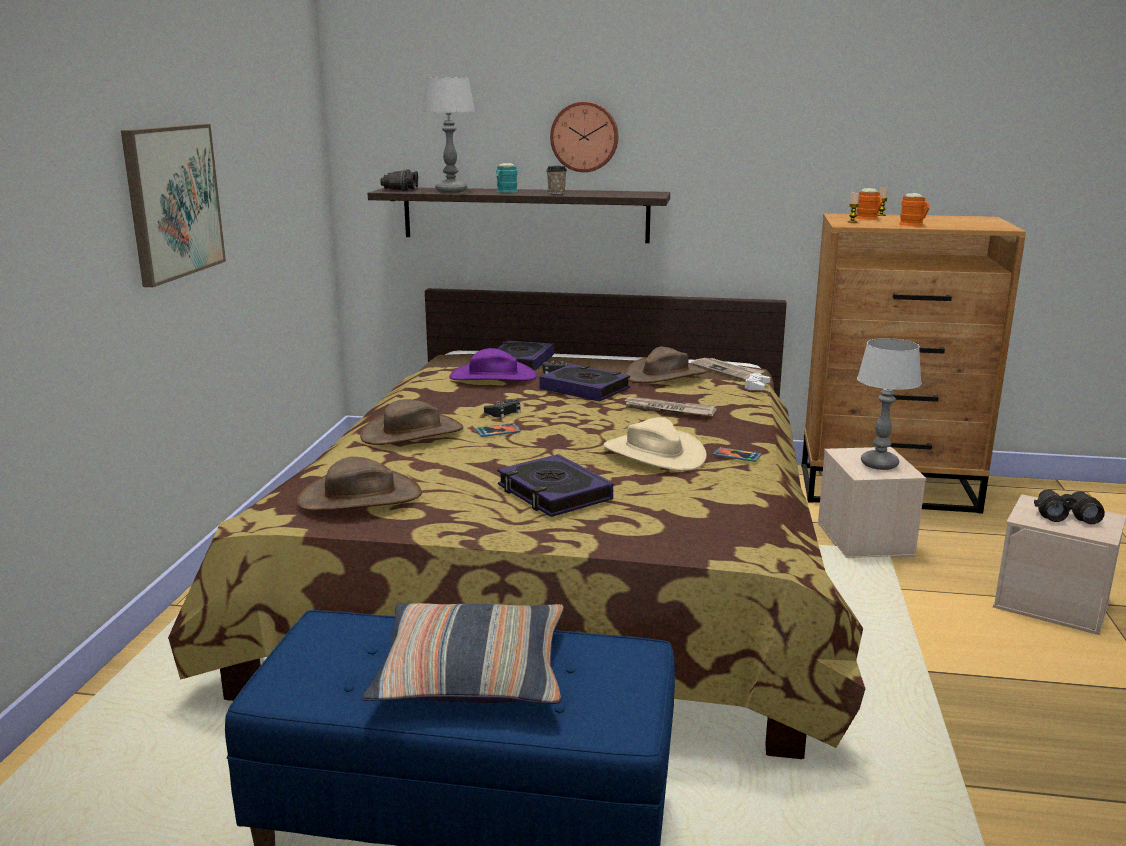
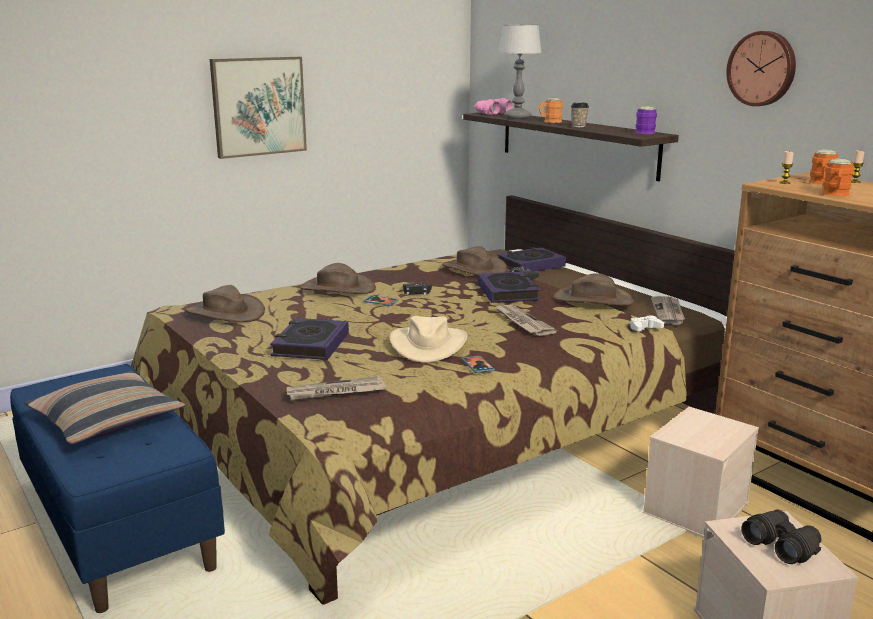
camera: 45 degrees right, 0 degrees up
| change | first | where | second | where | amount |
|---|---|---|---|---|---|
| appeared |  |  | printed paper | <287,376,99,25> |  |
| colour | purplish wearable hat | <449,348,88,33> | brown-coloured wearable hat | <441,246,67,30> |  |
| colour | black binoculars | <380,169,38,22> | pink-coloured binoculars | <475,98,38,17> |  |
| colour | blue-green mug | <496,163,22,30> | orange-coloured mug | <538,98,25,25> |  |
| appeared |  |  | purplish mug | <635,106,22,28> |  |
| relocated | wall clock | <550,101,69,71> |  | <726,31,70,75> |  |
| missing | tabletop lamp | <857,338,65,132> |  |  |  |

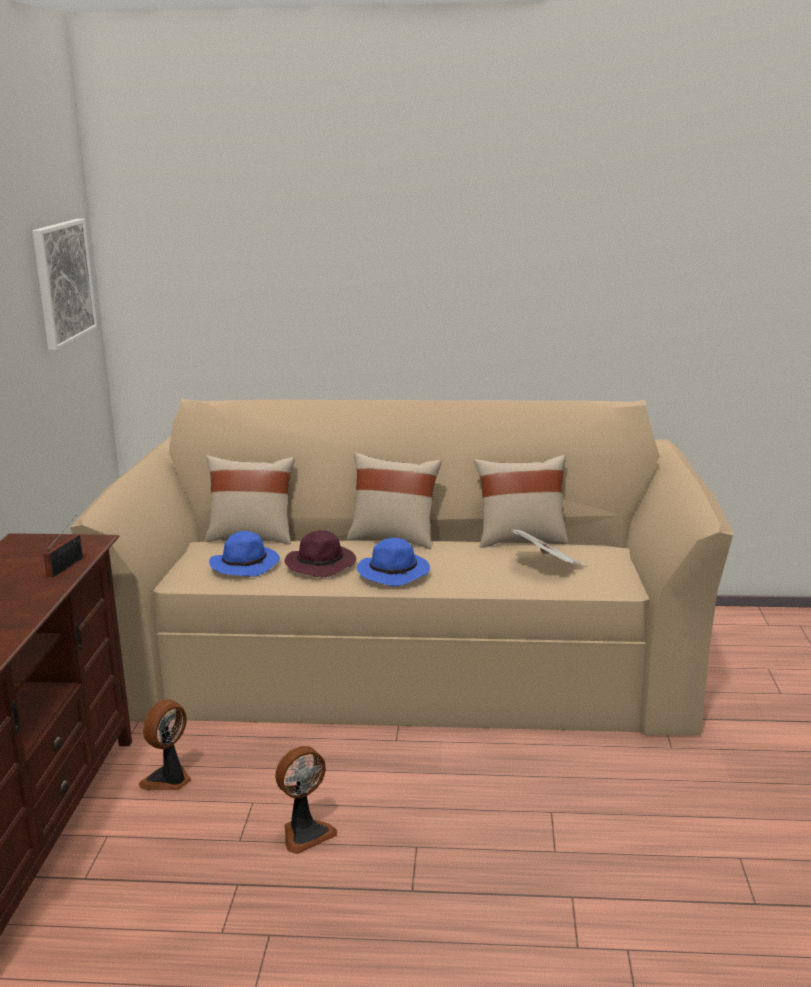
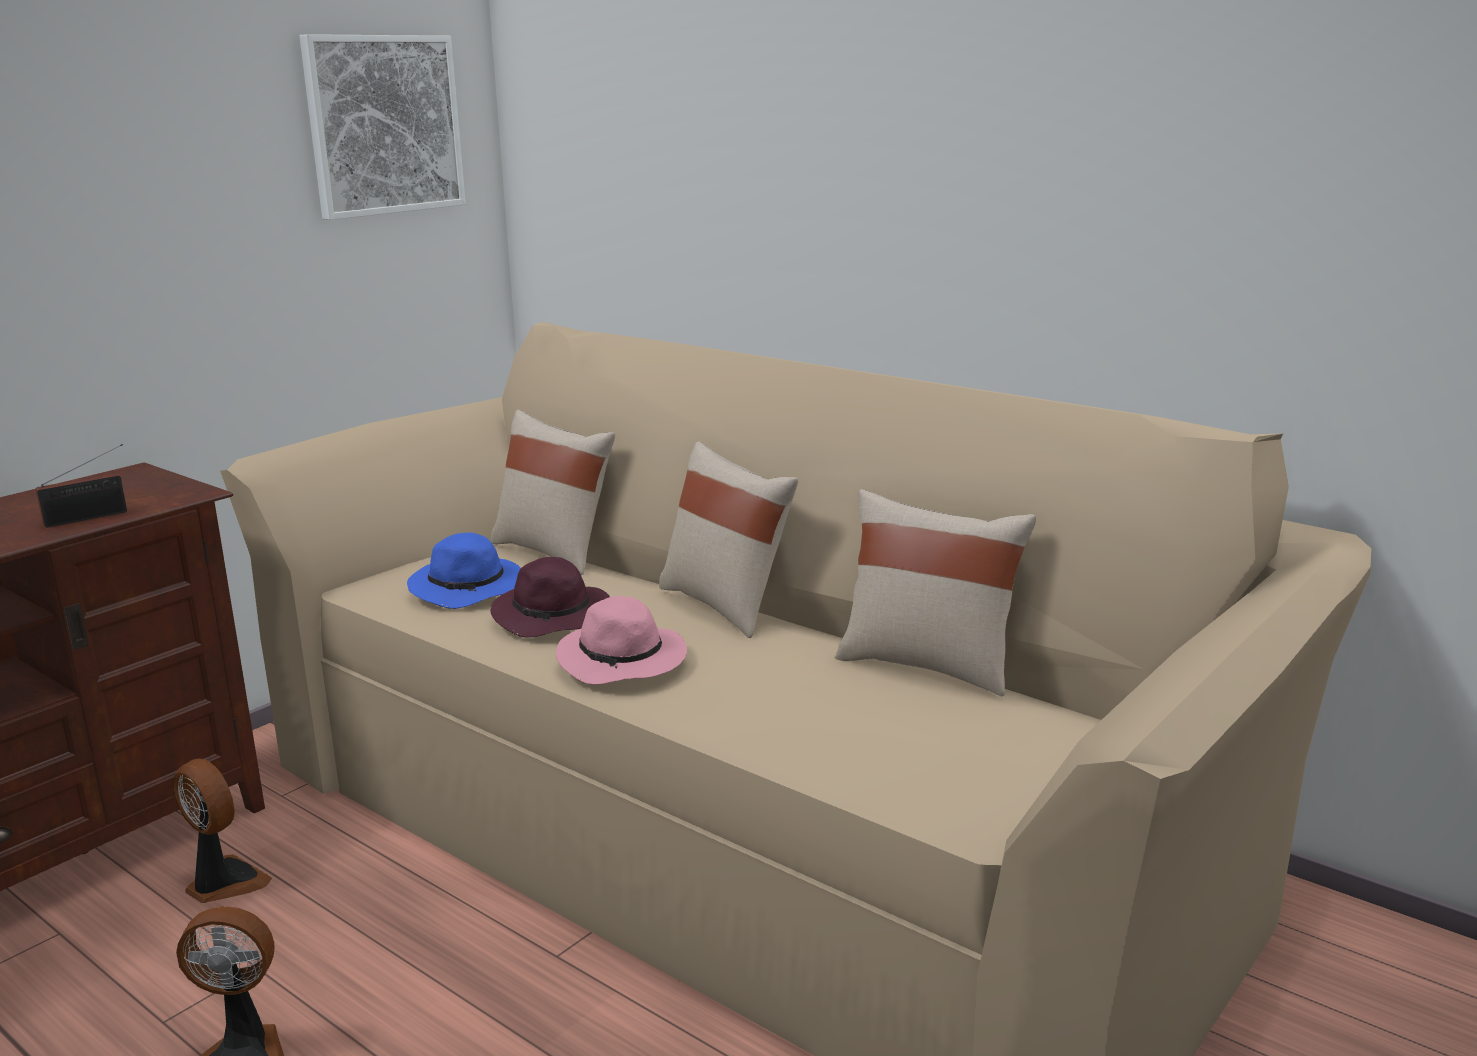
camera: 35 degrees right, 0 degrees up
| change | first | where | second | where | amount |
|---|---|---|---|---|---|
| spun | electric fan | <139,699,52,91> |  | <173,759,99,144> | 60 degrees clockwise |
| colour | bluish wearable hat | <357,538,73,48> | pink-coloured wearable hat | <555,596,132,89> |  |
| missing | printed paper | <511,529,76,36> |  |  |  |

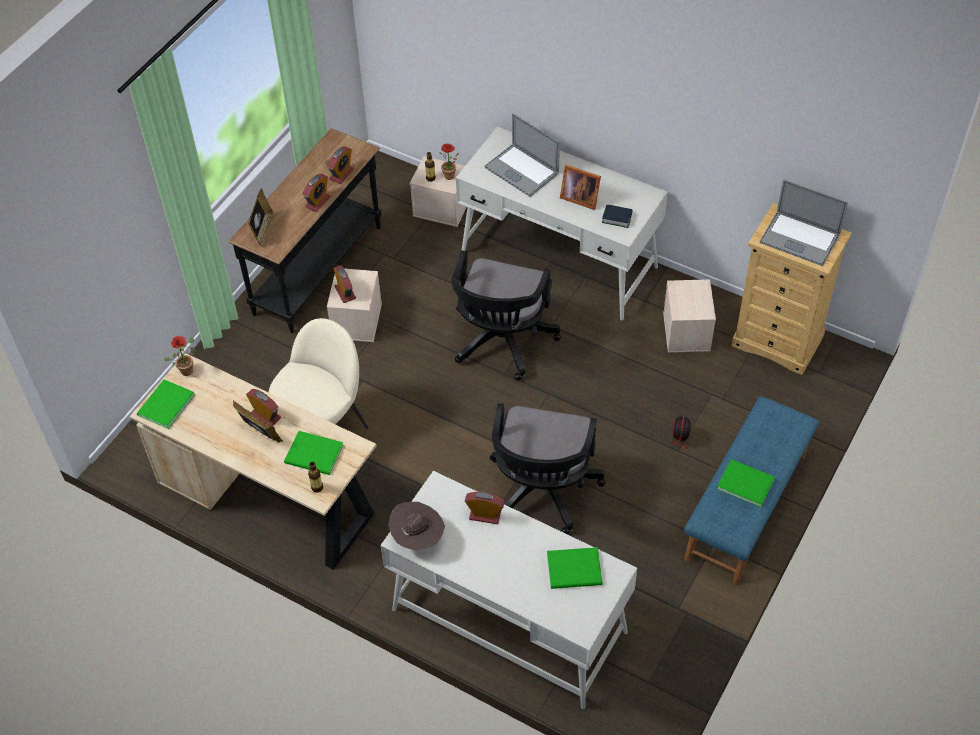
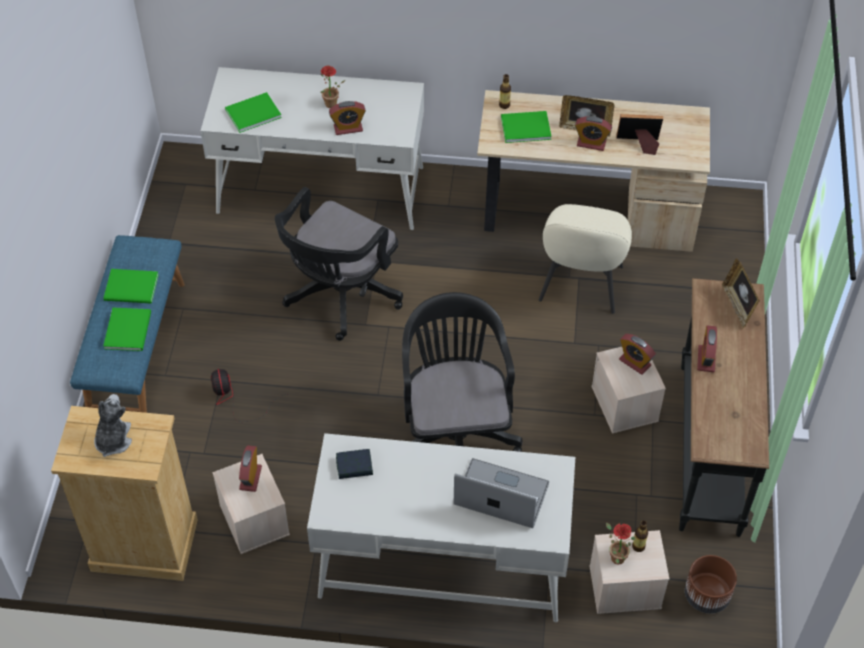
camera: 155 degrees right, 0 degrees up
| change | first | where | second | where | amount |
|---|---|---|---|---|---|
| exchanged | laptop | <760,180,88,86> | plush toy | <94,394,38,63> |  |
| relocated | green bound book | <137,379,58,50> |  | <103,307,48,44> |  |
| relocated | bedside clock | <327,147,27,37> |  | <239,445,23,47> |  |
| spun | black desk chair | <490,403,115,132> |  | <275,187,128,154> | 135 degrees counterclockwise |
| relocated | potted plant | <164,336,31,40> |  | <320,65,25,43> |  |
| relocated | standing frame | <560,165,41,45> |  | <616,114,47,41> |  |
| appeared |  |  | brown-coloured flower pot | <685,555,52,58> |  |
| missing | brown-coloured wearable hat | <389,502,56,48> |  |  |  |

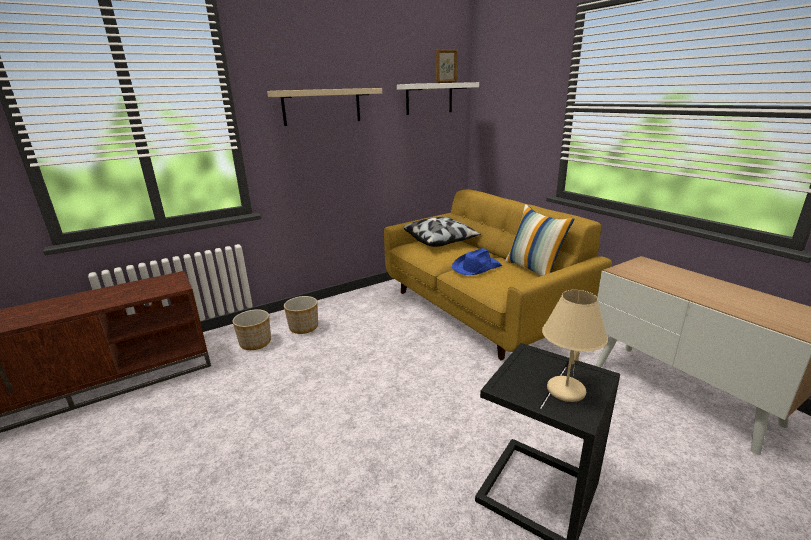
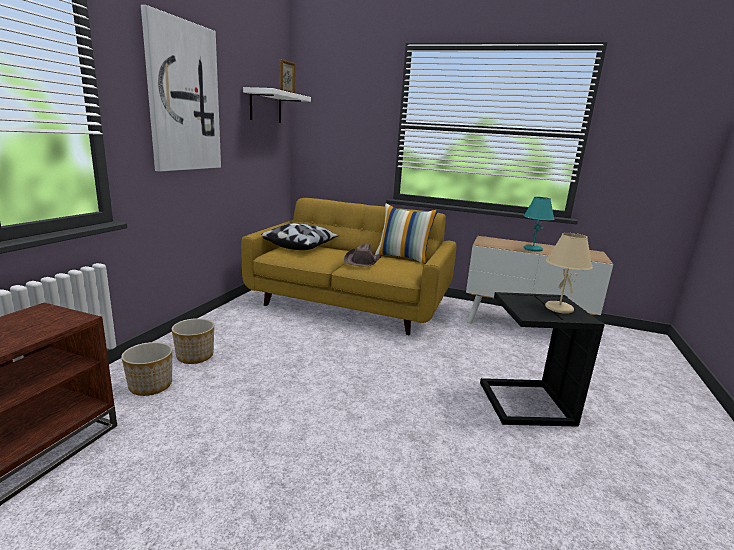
camera: 40 degrees left, 5 degrees down
| change | first | where | second | where | amount |
|---|---|---|---|---|---|
| exchanged | sand-coloured bracket shelf | <267,88,115,38> | wall picture | <141,5,80,167> |  |
| colour | bluish wearable hat | <452,248,50,27> | brown-coloured wearable hat | <344,243,37,24> |  |
| appeared |  |  | blue-green tabletop lamp | <524,197,30,55> |  |

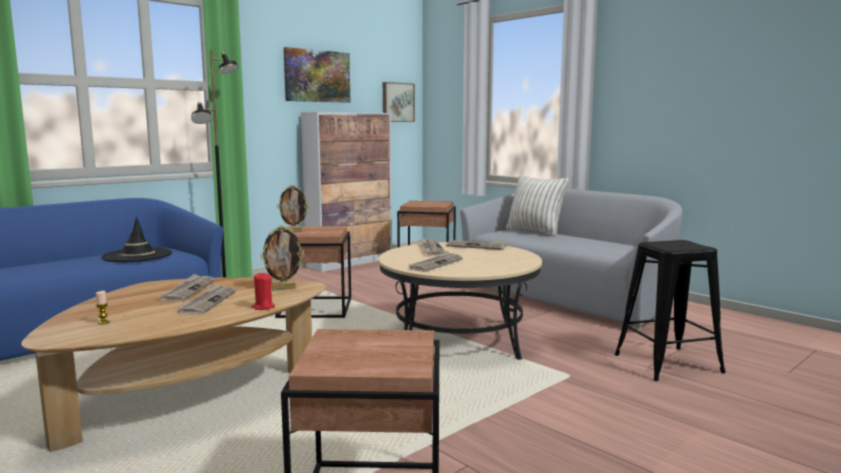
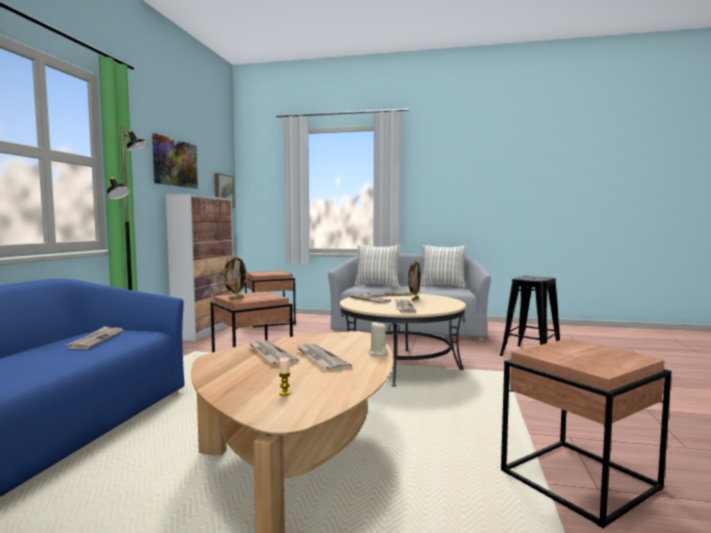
camera: 35 degrees left, 5 degrees down
| change | first | where | second | where | amount |
|---|---|---|---|---|---|
| exchanged | black wearable hat | <102,217,70,45> | printed paper | <66,326,58,23> |  |
| colour | red candle | <252,273,23,37> | sand-coloured candle | <368,321,20,35> |  |
| relocated | standing frame | <261,225,43,65> |  | <408,259,14,42> |  |
| appeared |  |  | pillow | <420,245,47,43> |  |

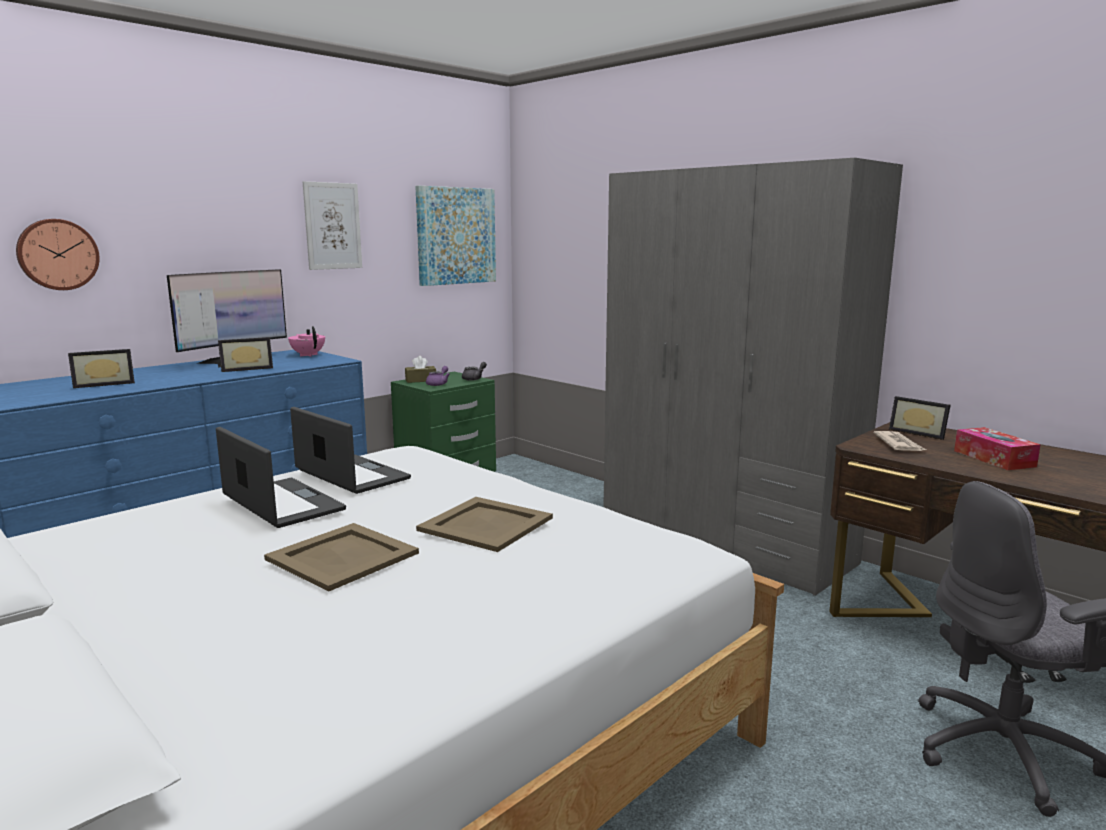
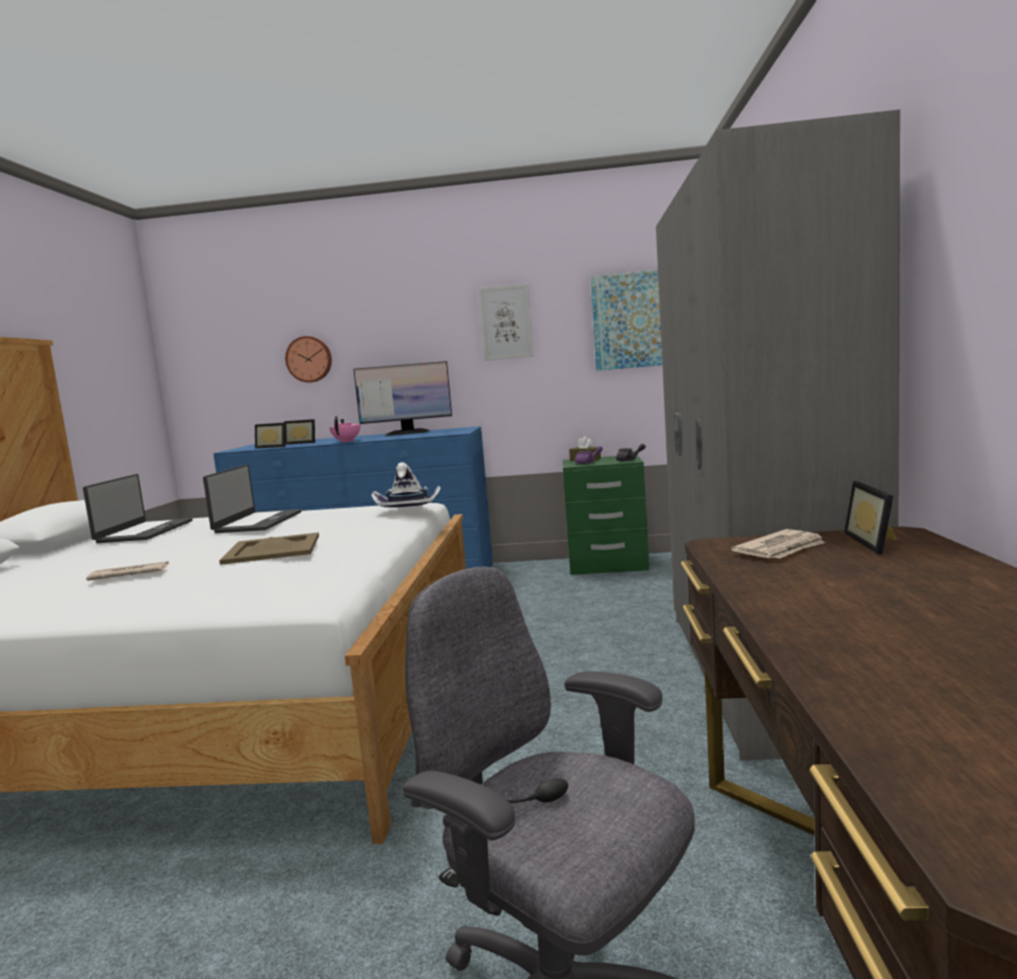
camera: 50 degrees right, 5 degrees down
| change | first | where | second | where | amount |
|---|---|---|---|---|---|
| relocated | laptop | <290,407,121,87> |  | <83,474,110,69> |  |
| appeared |  |  | printed paper | <86,561,83,20> |  |
| relocated | standing frame | <218,337,55,35> |  | <255,423,30,25> |  |
| relocated | pink-coloured teapot | <288,326,37,31> |  | <329,416,31,26> |  |
| appeared |  |  | white-coloured wearable hat | <371,462,70,46> |  |
| missing | sand-coloured carrying tray | <264,523,155,69> |  |  |  |
| missing | tissue box | <954,427,87,43> |  |  |  |

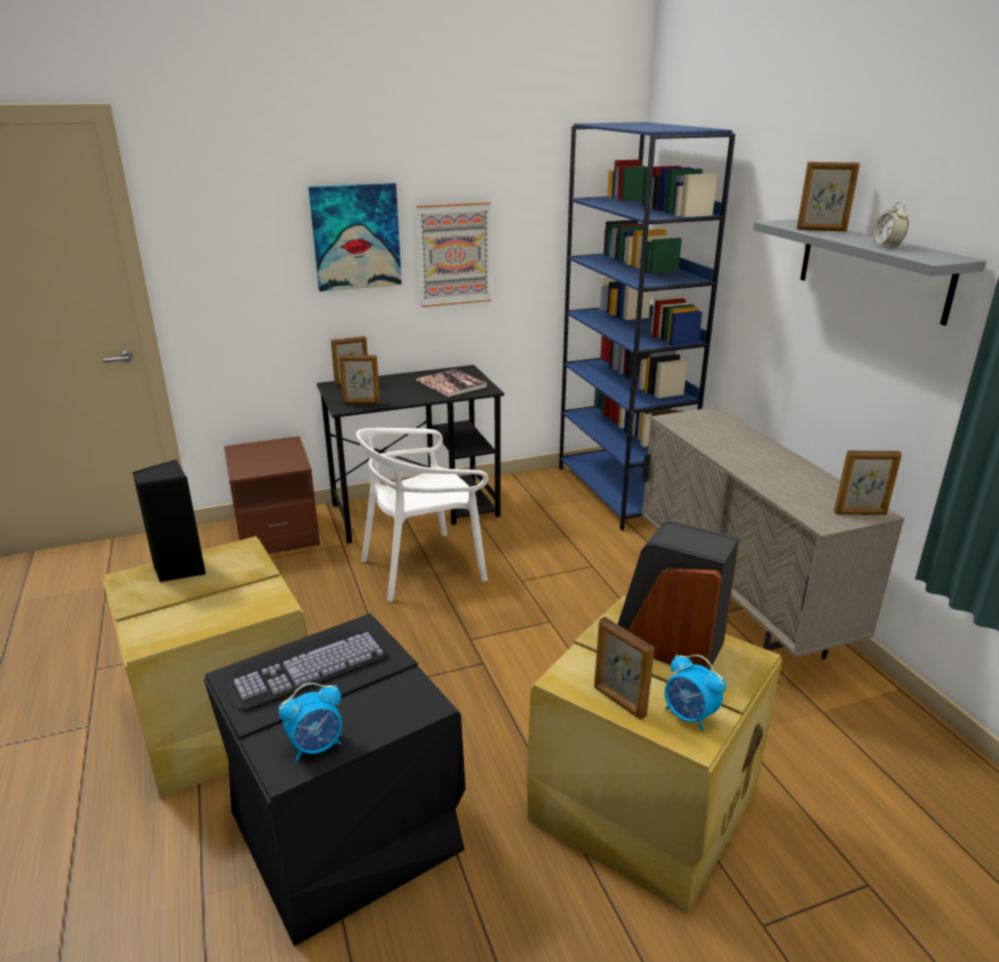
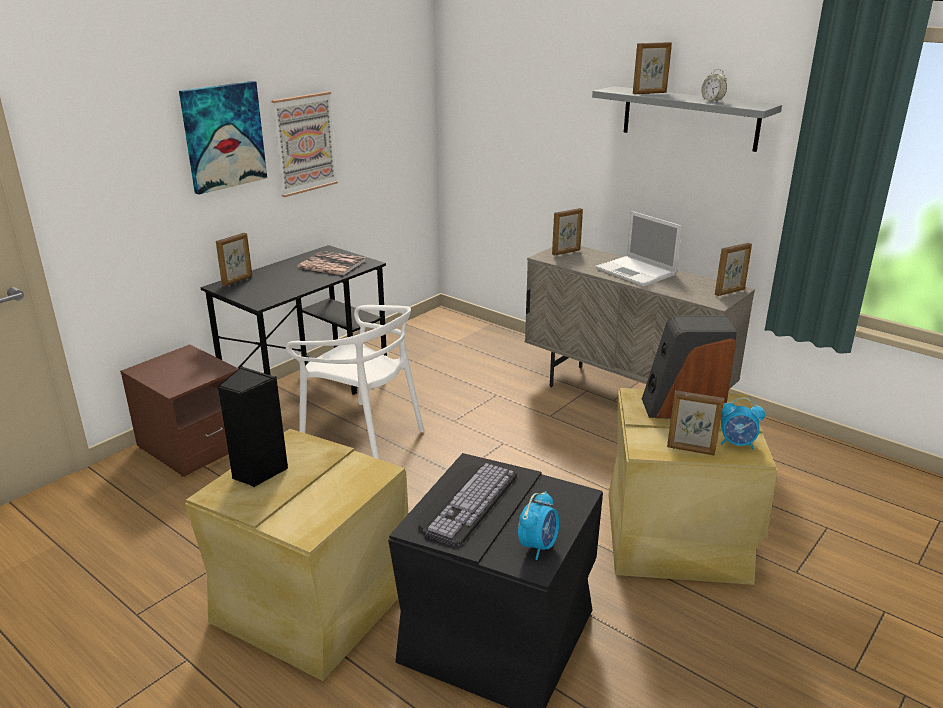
camera: 30 degrees left, 0 degrees up
| change | first | where | second | where | amount |
|---|---|---|---|---|---|
| spun | white-coloured chair | <356,428,132,173> |  | <286,305,138,154> | 90 degrees counterclockwise |
| relocated | standing frame | <339,355,41,49> |  | <552,208,31,48> |  |
| appeared |  |  | laptop | <595,211,87,75> |  |
| missing | bluish bookshelf | <559,122,176,409> |  |  |  |

